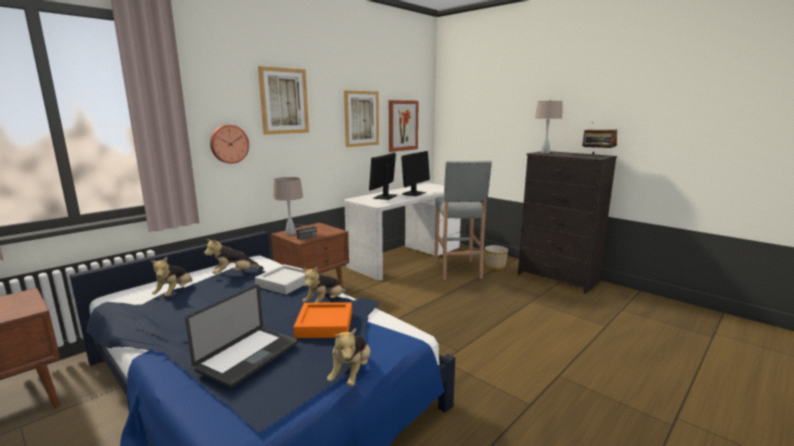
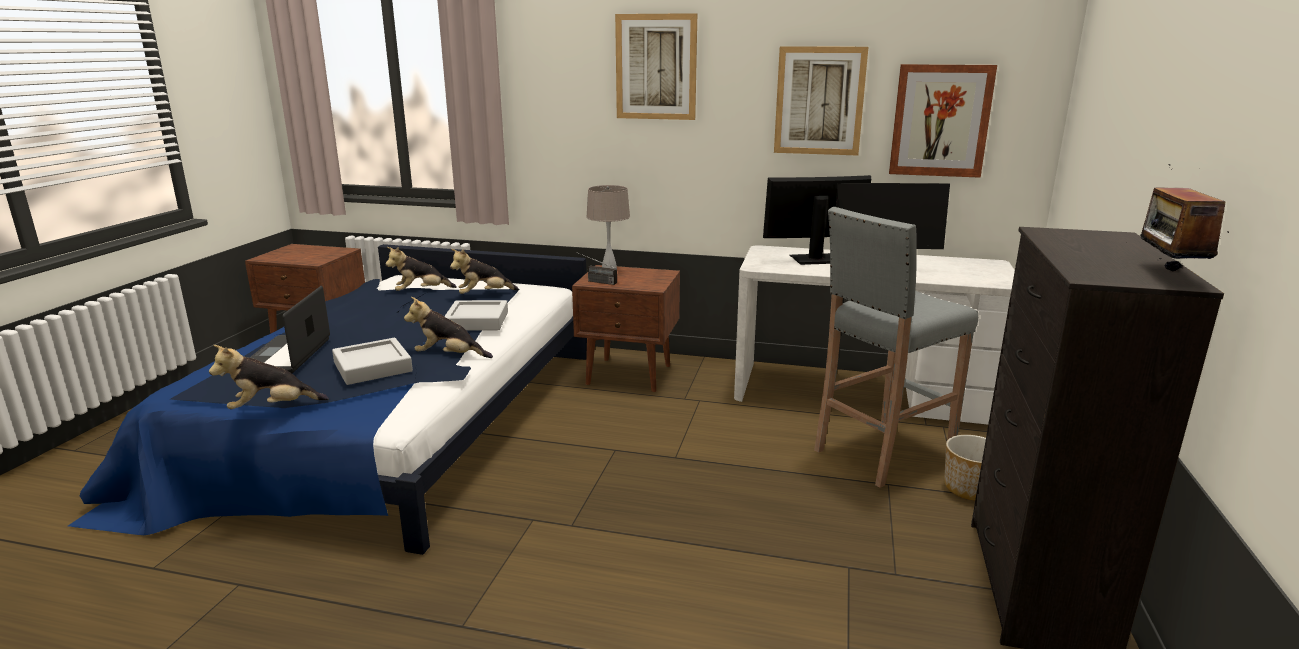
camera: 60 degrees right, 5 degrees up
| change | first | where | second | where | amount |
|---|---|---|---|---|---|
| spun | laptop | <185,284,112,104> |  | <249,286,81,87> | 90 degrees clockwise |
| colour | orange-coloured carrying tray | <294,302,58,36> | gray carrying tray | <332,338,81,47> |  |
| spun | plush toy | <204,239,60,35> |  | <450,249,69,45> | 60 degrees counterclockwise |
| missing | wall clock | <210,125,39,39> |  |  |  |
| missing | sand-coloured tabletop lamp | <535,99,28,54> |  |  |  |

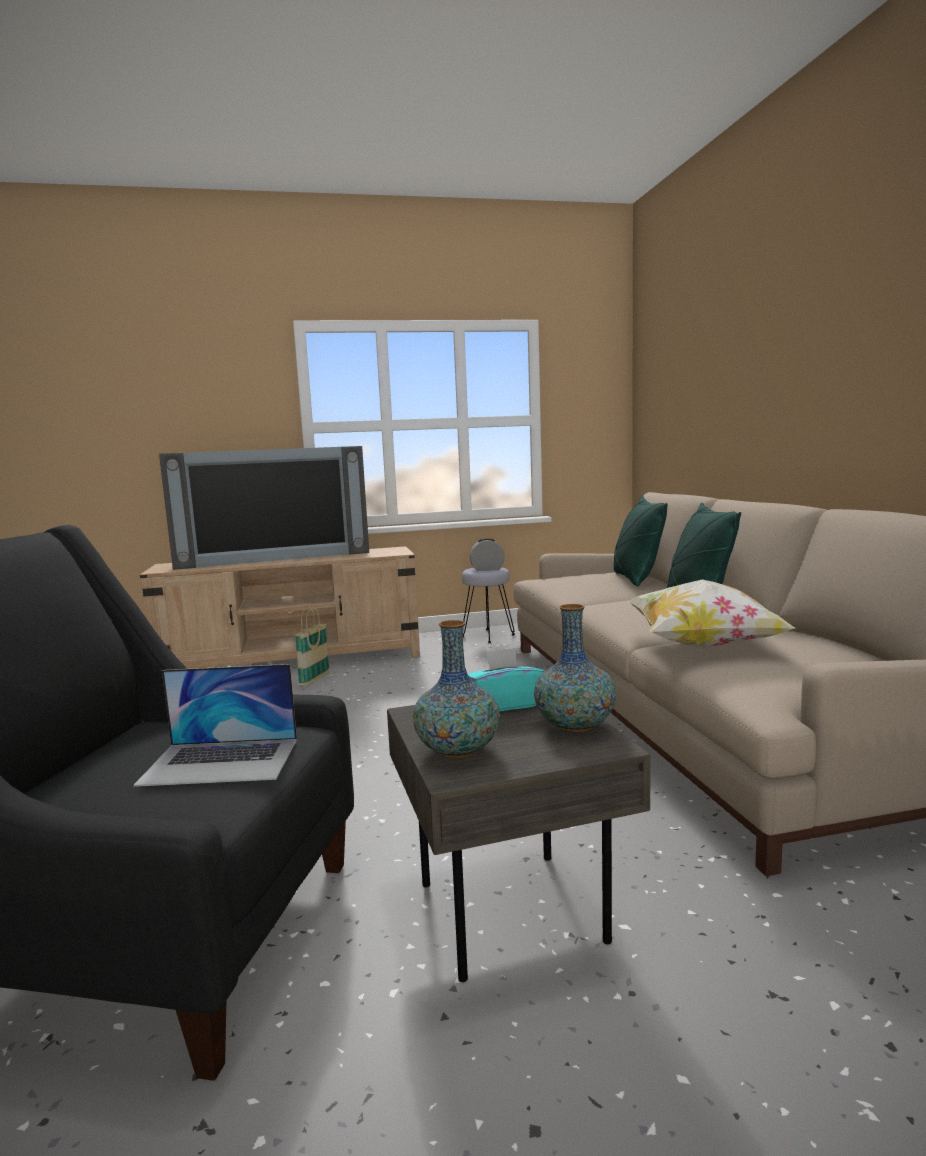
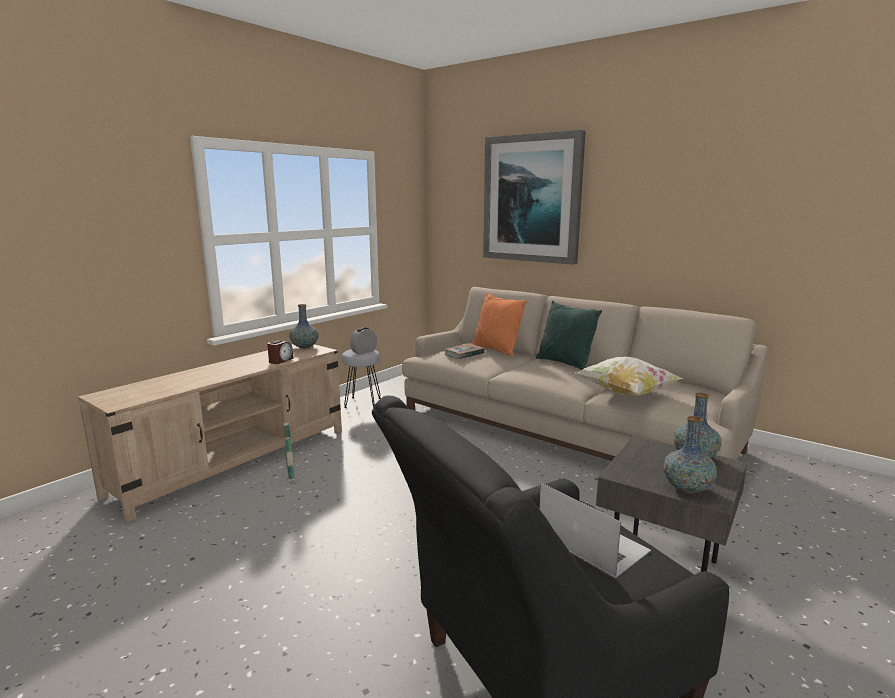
camera: 40 degrees left, 5 degrees up
| change | first | where | second | where | amount |
|---|---|---|---|---|---|
| appeared |  |  | bedside clock | <267,340,26,24> |  |
| appeared |  |  | flower vase | <289,304,30,45> |  |
| appeared |  |  | bound book | <444,343,41,16> |  |
| colour | green pillow | <614,496,54,91> | orange-coloured pillow | <472,292,55,64> |  |
| appeared |  |  | wall picture | <483,130,103,135> |  |
| spun | laptop | <134,664,163,123> |  | <539,483,112,95> | 90 degrees counterclockwise |
| missing | TV set | <159,446,210,124> |  |  |  |
| missing | blue-green tissue box | <468,648,76,64> |  |  |  |

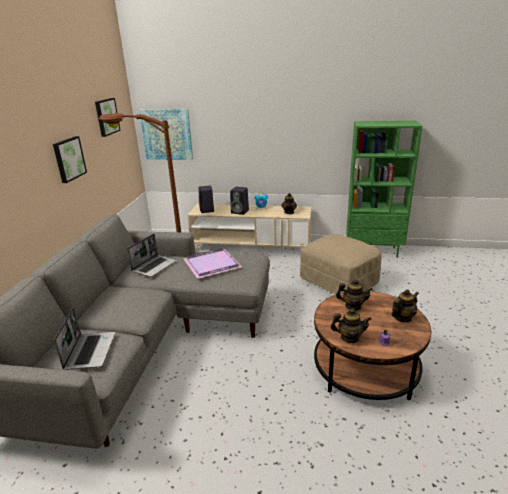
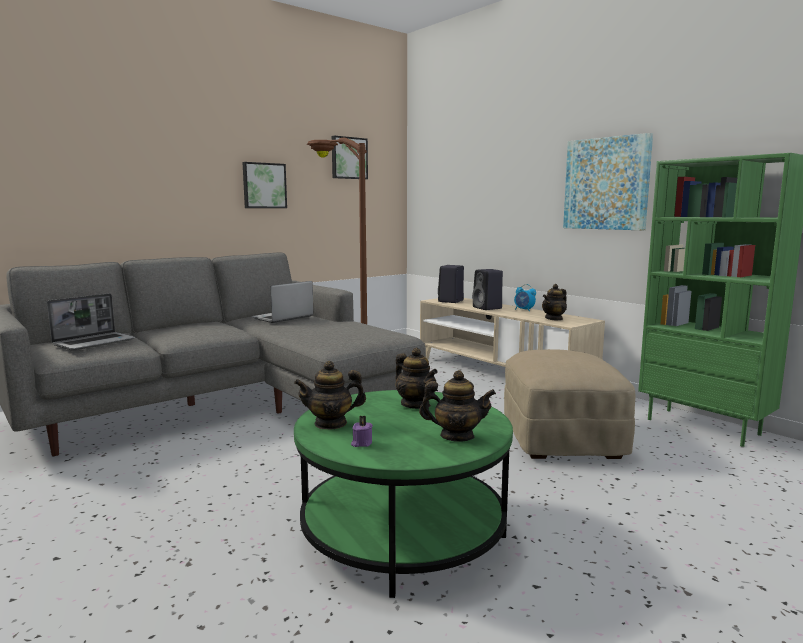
camera: 40 degrees right, 15 degrees down
| change | first | where | second | where | amount |
|---|---|---|---|---|---|
| spun | laptop | <127,234,50,43> |  | <251,281,62,42> | 150 degrees clockwise |
| spun | teapot | <330,308,42,35> |  | <294,361,72,69> | 120 degrees clockwise |
| colour | brown-coloured lounge table | <314,291,117,110> | green lounge table | <294,390,219,208> |  |
| relocated | wall picture | <139,109,54,51> |  | <563,133,90,97> |  |
| missing | purplish carrying tray | <184,248,58,31> |  |  |  |

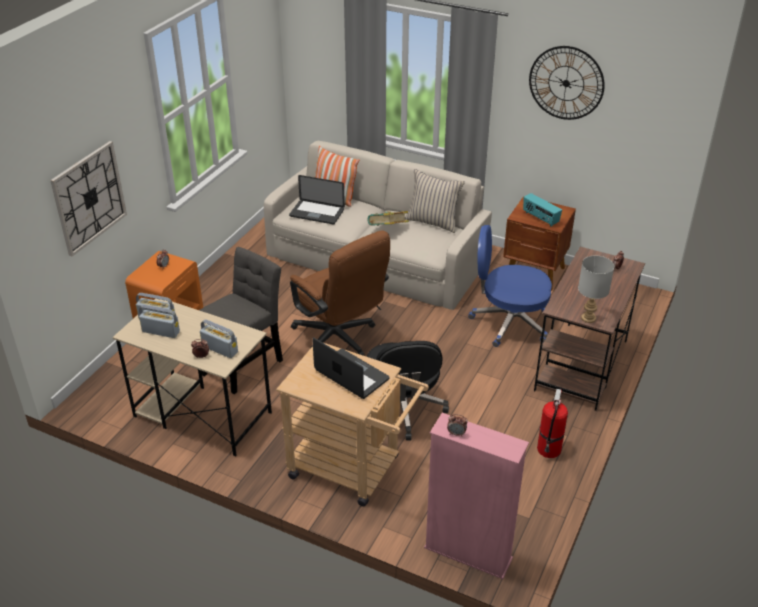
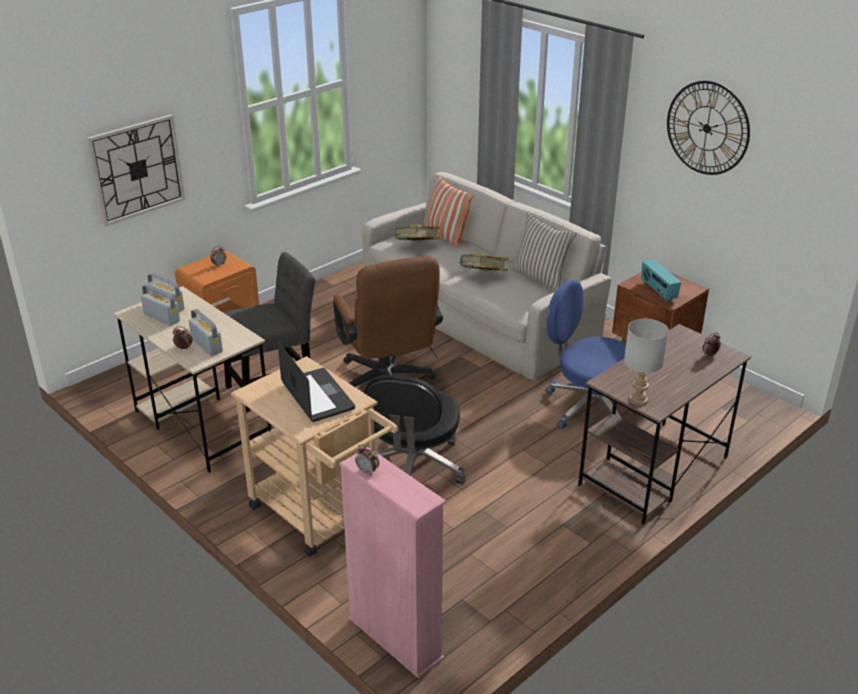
camera: 20 degrees right, 5 degrees down
| change | first | where | second | where | amount |
|---|---|---|---|---|---|
| exchanged | laptop | <289,175,56,49> | bound book | <394,225,46,16> |  |
| missing | fire-fighting cylinder | <537,389,31,69> |  |  |  |

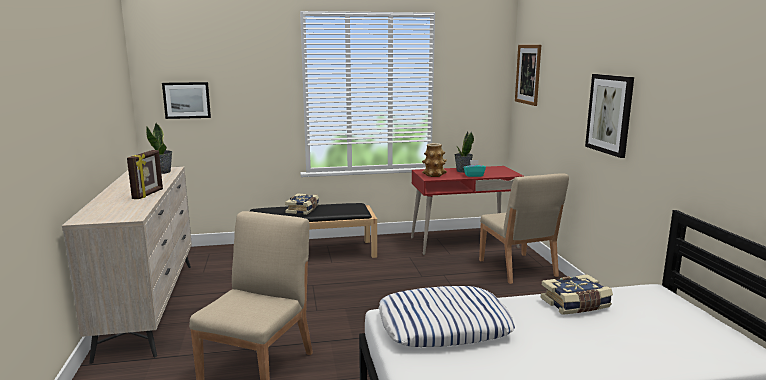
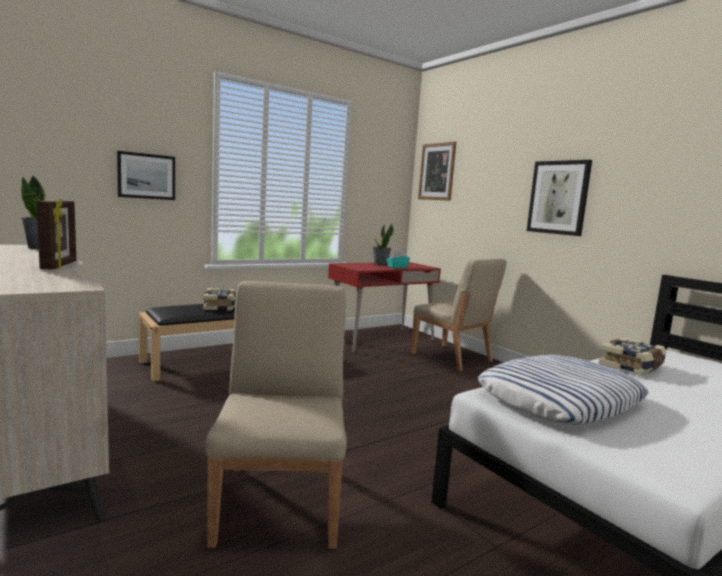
camera: 25 degrees left, 5 degrees down
| change | first | where | second | where | amount |
|---|---|---|---|---|---|
| relocated | wall picture | <162,82,49,37> |  | <117,151,58,49> |  |
| missing | flower vase | <422,143,25,34> |  |  |  |

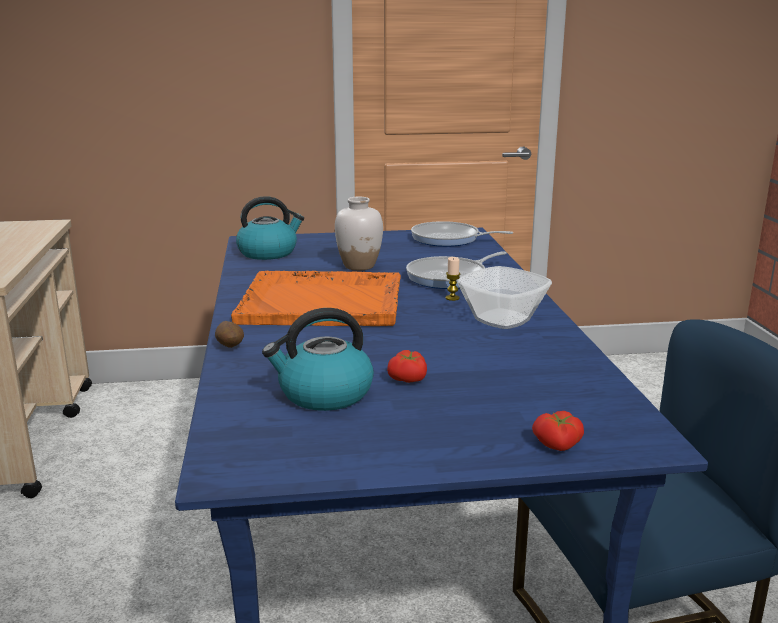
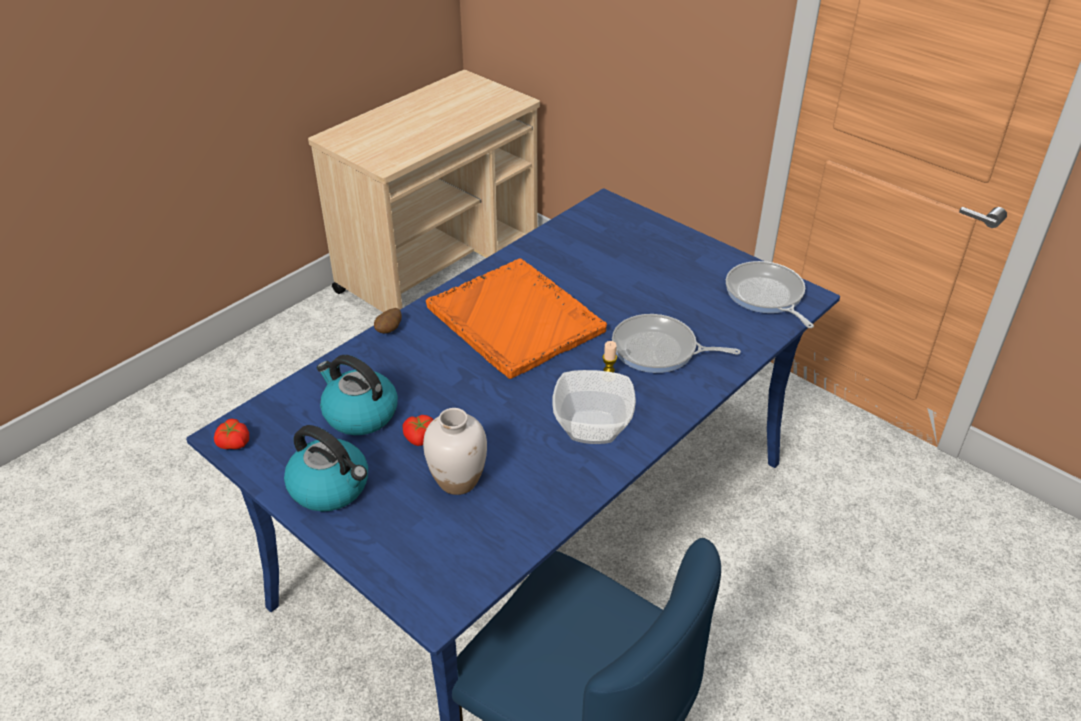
camera: 50 degrees right, 20 degrees up
| change | first | where | second | where | amount |
|---|---|---|---|---|---|
| relocated | fresh tomato | <532,411,52,40> |  | <214,419,35,30> |  |
| relocated | water kettle | <236,196,68,64> |  | <284,425,84,87> |  |
| relocated | white-coloured flower vase | <335,197,48,74> |  | <423,408,64,87> |  |

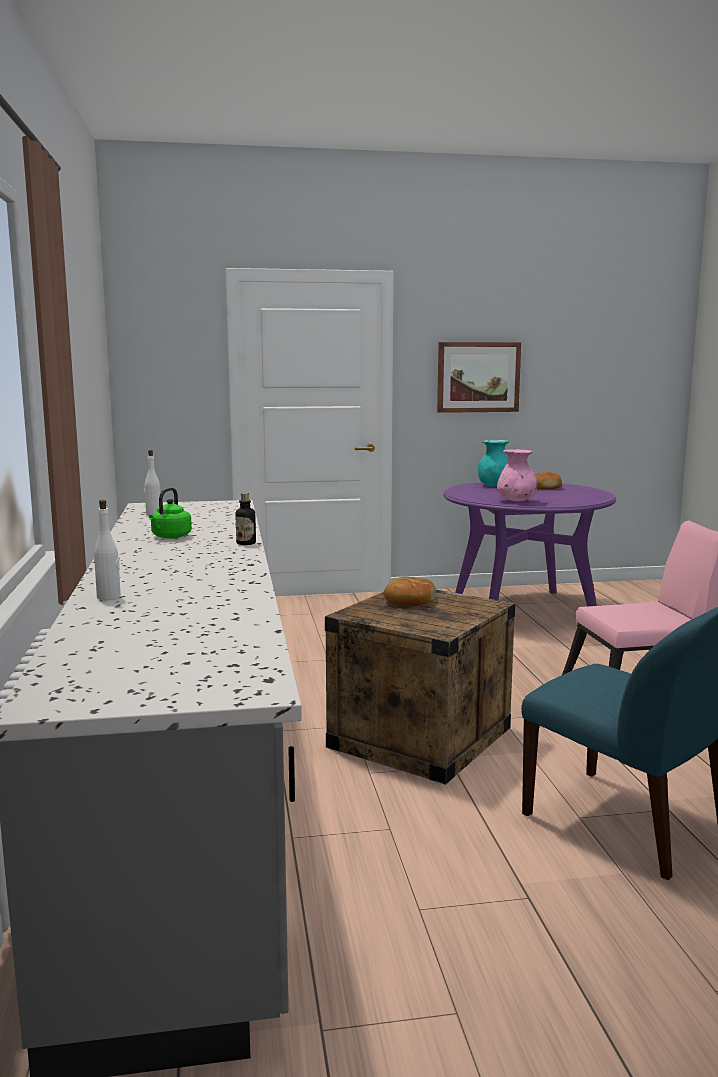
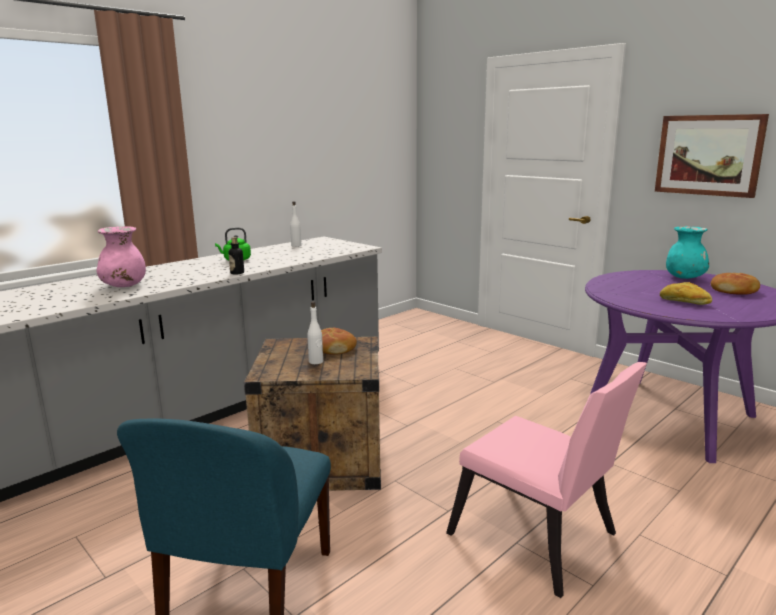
camera: 55 degrees right, 5 degrees up
| change | first | where | second | where | amount |
|---|---|---|---|---|---|
| relocated | pink-coloured flower vase | <497,449,40,52> |  | <97,226,49,61> |  |
| relocated | white-coloured drink bottle | <94,500,27,100> |  | <307,301,16,63> |  |
| appeared |  |  | baked bread | <660,282,52,23> |  |

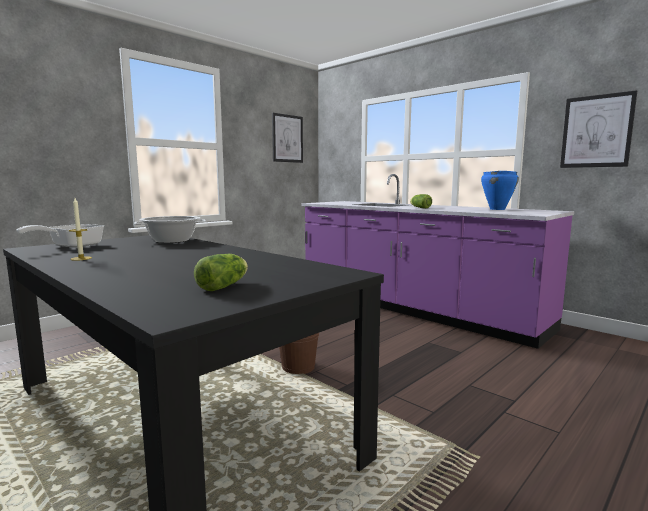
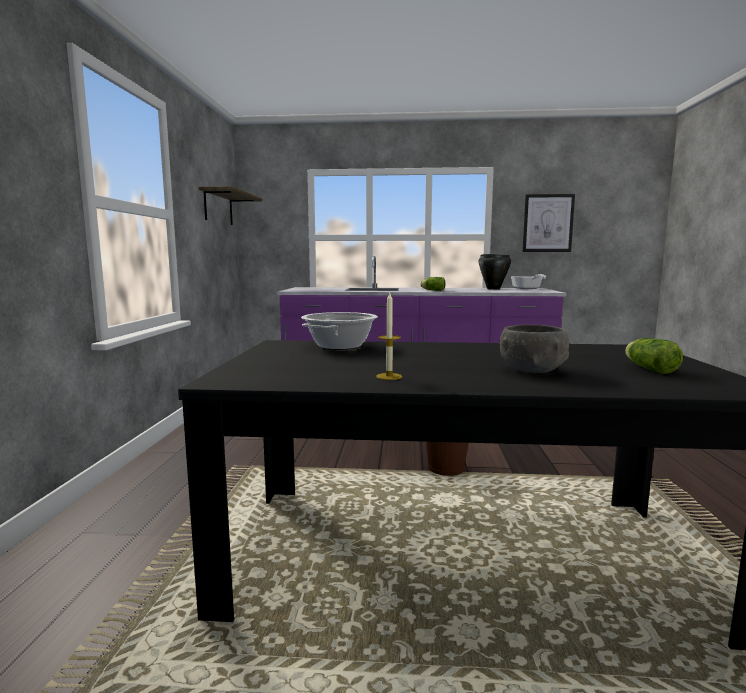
camera: 40 degrees left, 0 degrees up
| change | first | where | second | where | amount |
|---|---|---|---|---|---|
| exchanged | wall picture | <272,113,31,50> | bracket shelf | <199,186,63,39> |  |
| colour | bluish stockpot | <481,171,38,39> | black stockpot | <479,254,32,36> |  |
| appeared |  |  | gray serving bowl | <500,325,69,48> |  |
| relocated | pan | <16,224,88,24> |  | <511,274,35,15> |  |

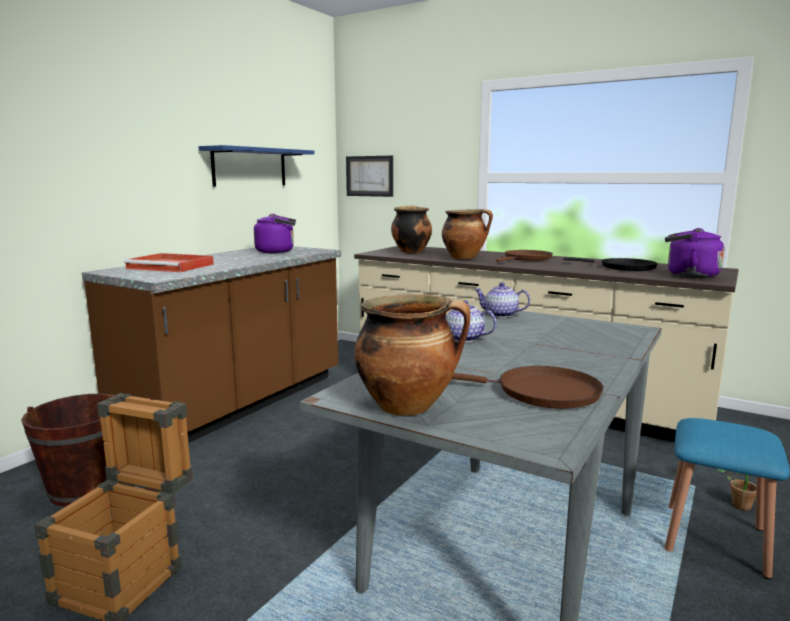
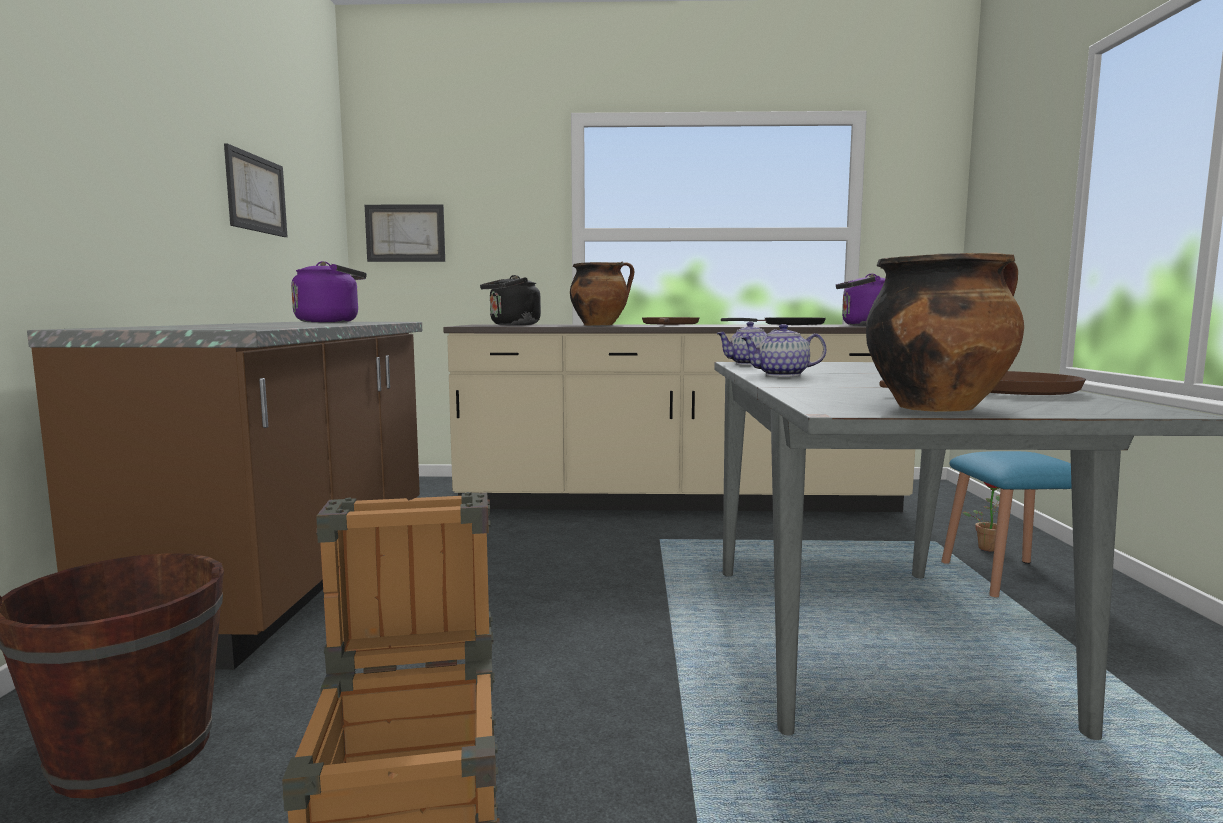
camera: 30 degrees left, 5 degrees down
| change | first | where | second | where | amount |
|---|---|---|---|---|---|
| exchanged | bluish bracket shelf | <198,145,117,42> | wall picture | <224,143,63,94> |  |
| exchanged | stockpot | <391,206,41,47> | black water kettle | <480,275,61,50> |  |
| missing | red carrying tray | <124,253,90,19> |  |  |  |

